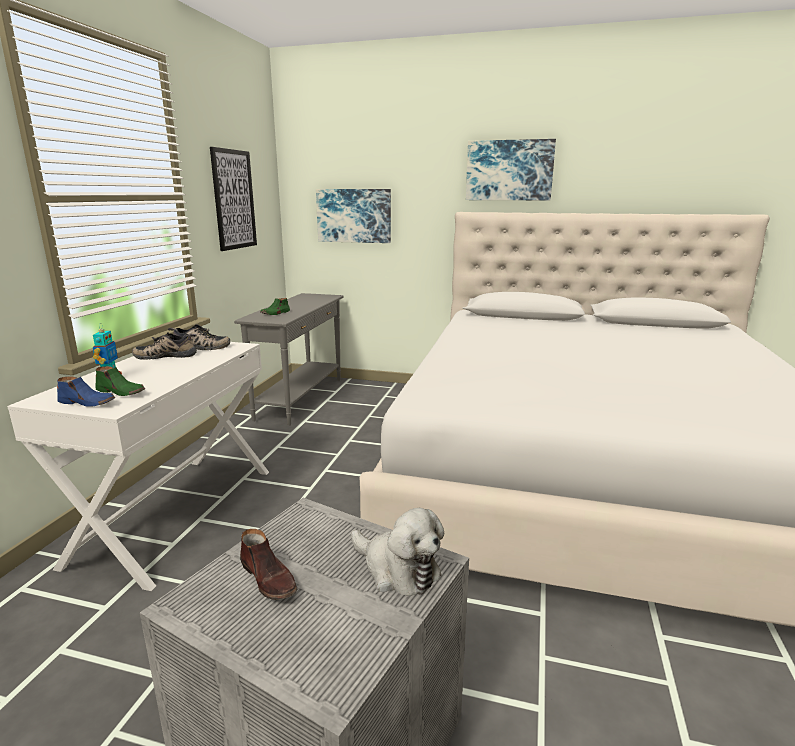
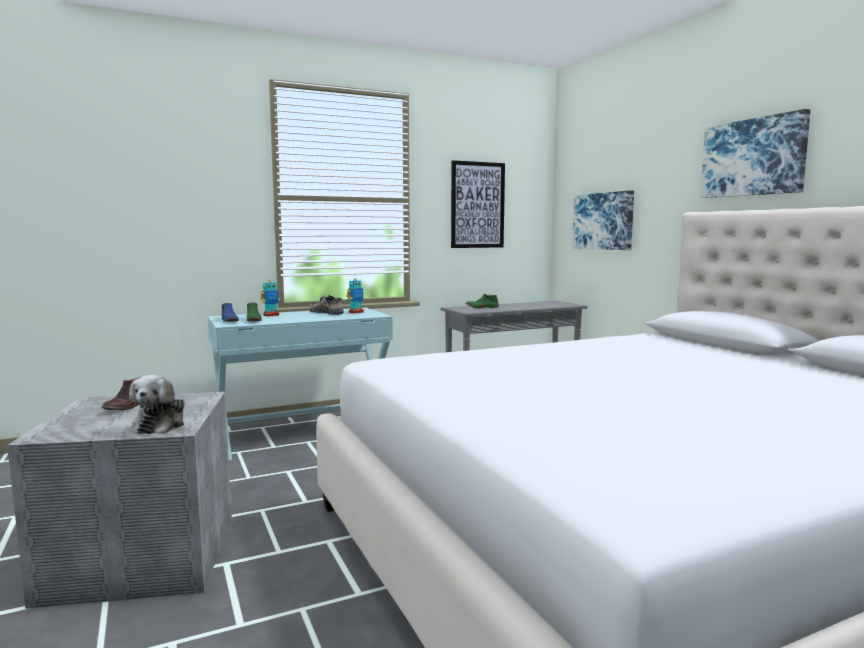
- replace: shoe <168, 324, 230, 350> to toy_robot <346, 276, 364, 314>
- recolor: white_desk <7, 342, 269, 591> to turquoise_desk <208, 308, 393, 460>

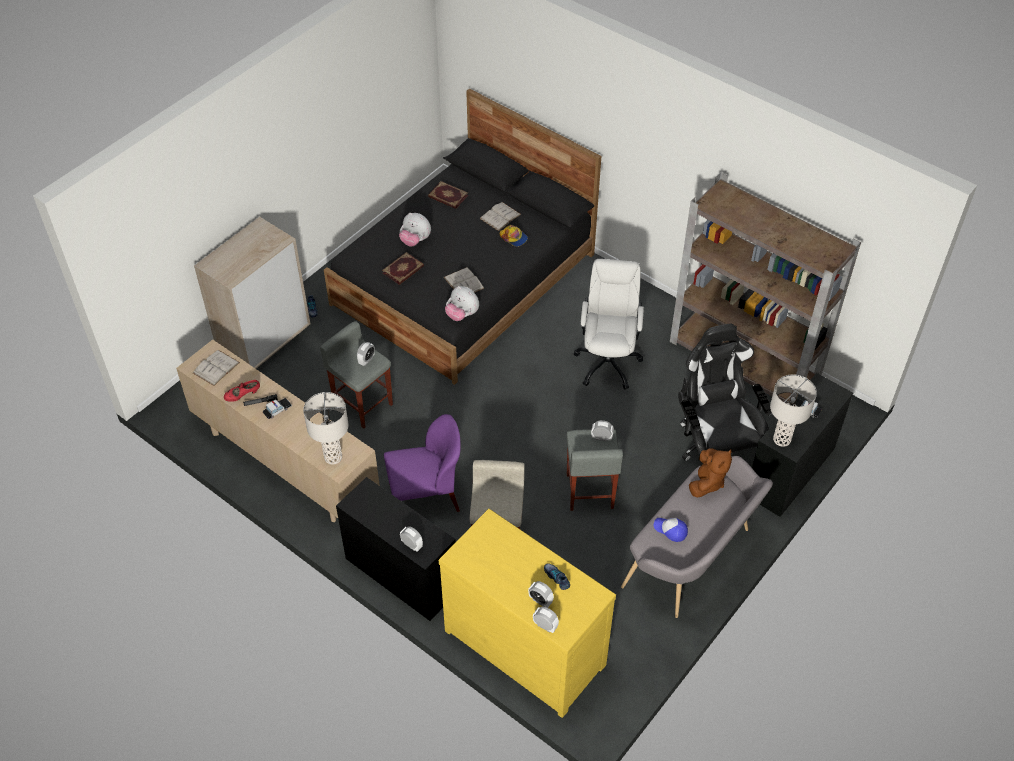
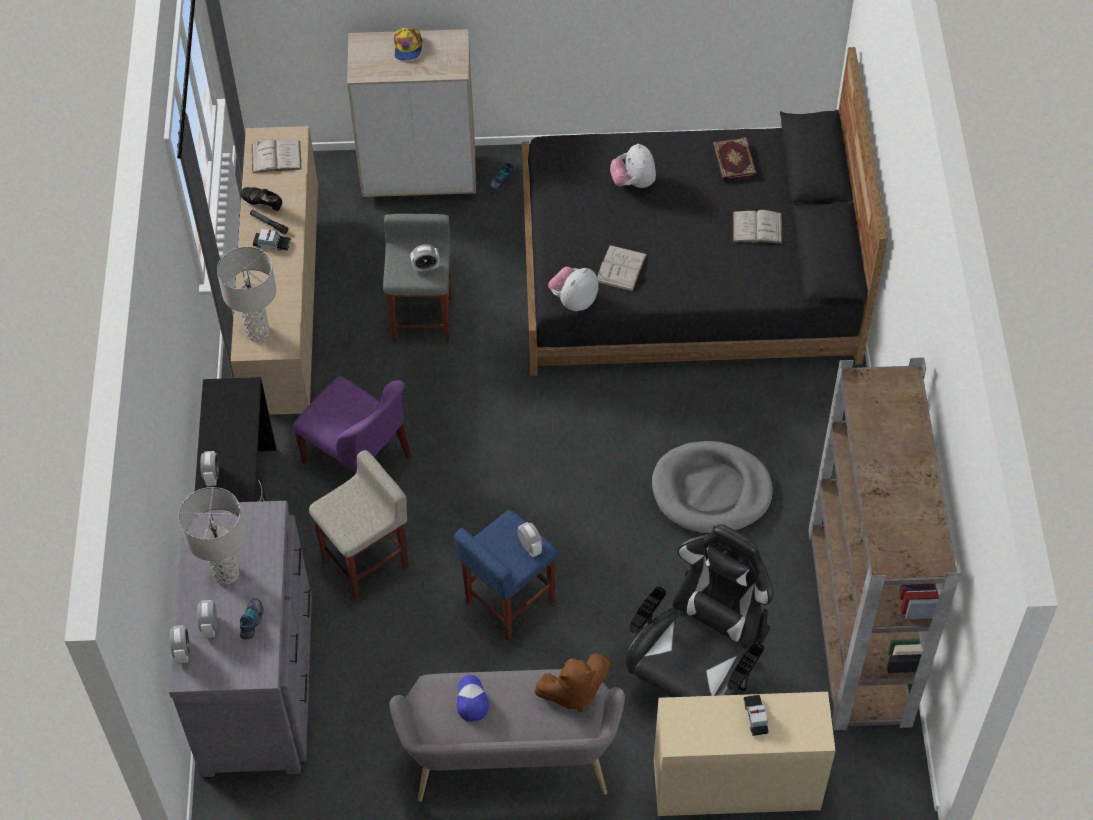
- delete: book <382, 252, 424, 285>
- move: cap <500, 225, 528, 247> to <394, 28, 423, 60>
- move: white_table_lamp <770, 375, 817, 447> to <179, 487, 246, 585>
- replace: white_office_chair <573, 259, 644, 390> to grey_dog_bed <652, 441, 773, 534>
- recolor: red_shoe <224, 380, 260, 402> to black_shoe <241, 187, 282, 211>
- recolor: yellow_dresser <439, 509, 616, 718> to grey_dresser <169, 501, 312, 777>
- recolor: grey_stool <567, 429, 623, 511> to blue_stool <454, 510, 558, 641>
- recolor: black_desk <752, 373, 853, 517> to beige_desk <654, 692, 836, 816>
- rotate: plush_toy <445, 286, 479, 321> = <548, 267, 598, 311> 45 degrees clockwise

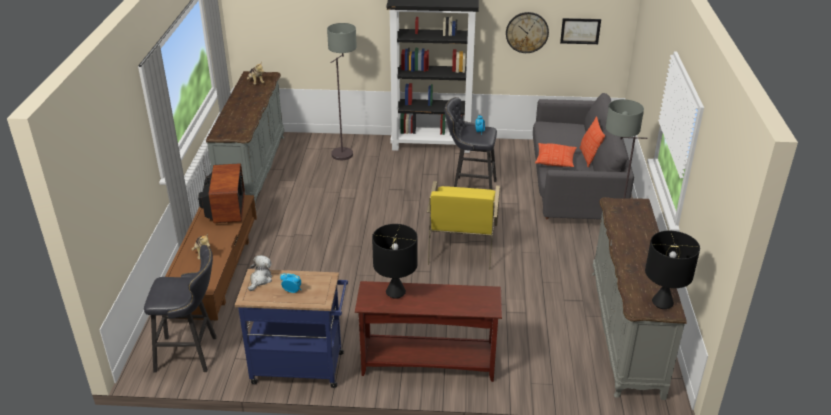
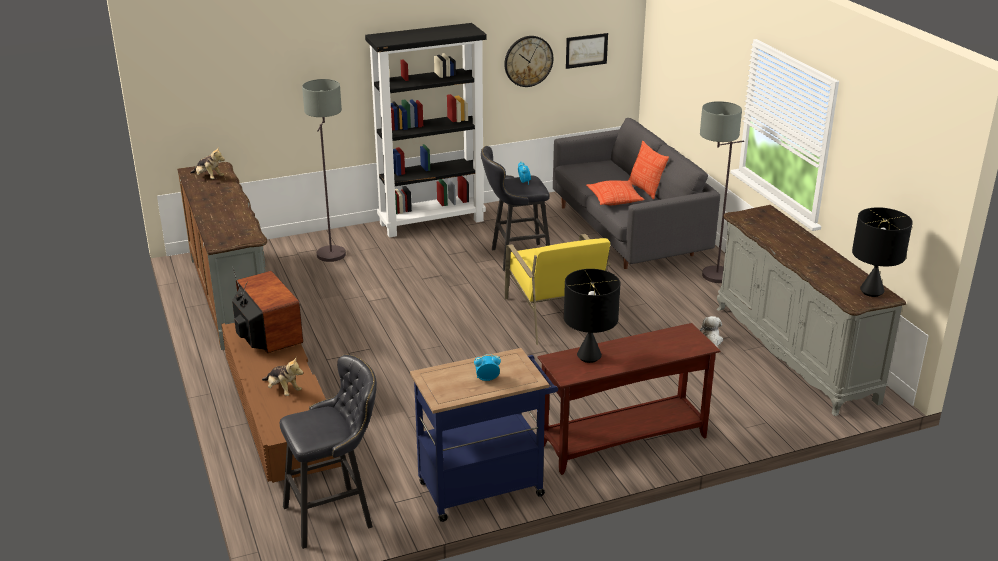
- move: plush_toy <248, 255, 272, 291> to <700, 316, 723, 347>

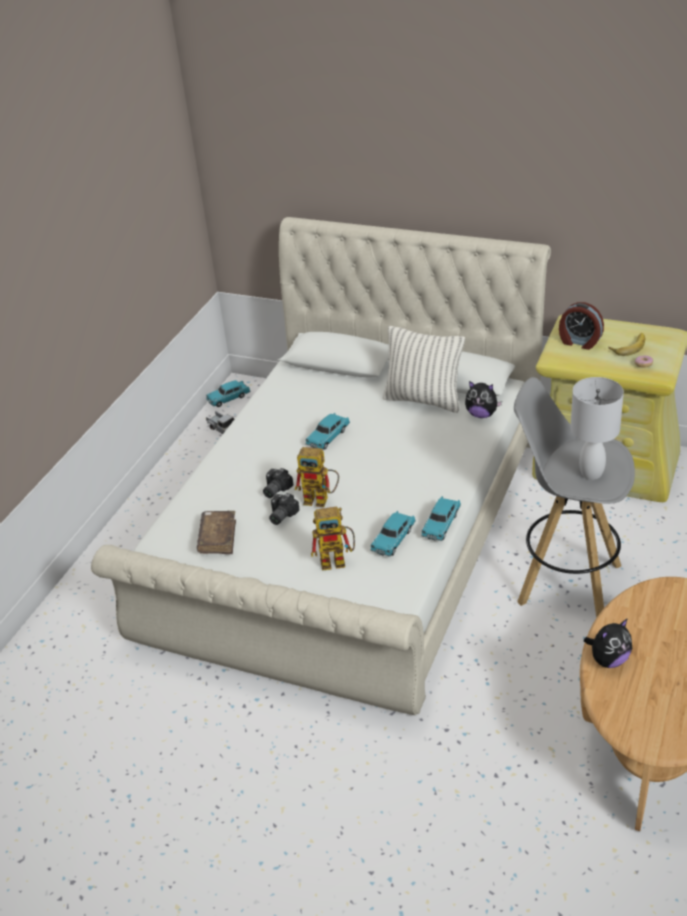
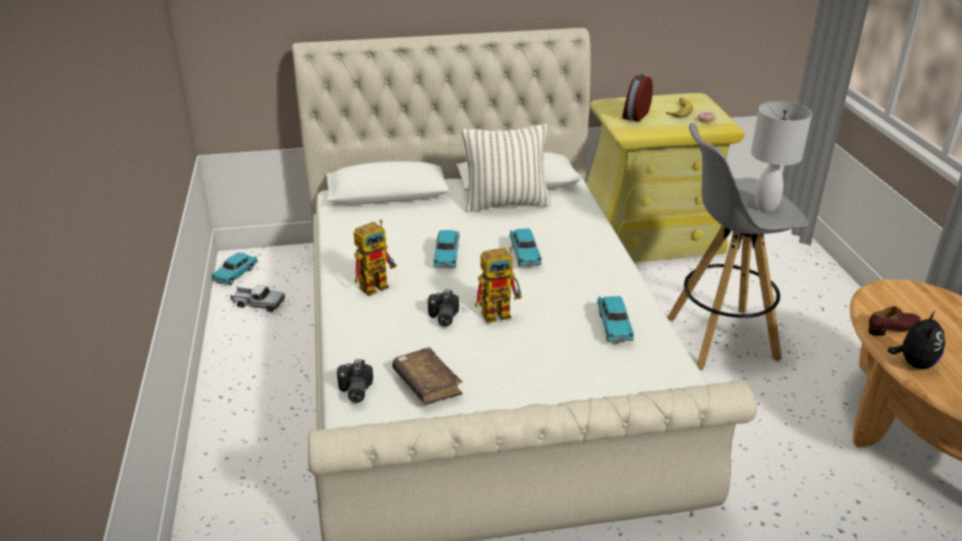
- delete: plush_toy <465, 381, 502, 418>
- insert: brown_shoe <868, 306, 921, 336>
- move: photo_camera <269, 493, 300, 525> to <337, 359, 373, 403>
- move: toy_robot <311, 507, 355, 571> to <354, 220, 397, 296>
- move: turquoise_toy_car <421, 496, 461, 541> to <509, 229, 542, 267>
- rotate: alarm_clock <559, 302, 604, 350> = <622, 74, 653, 122> 120 degrees clockwise

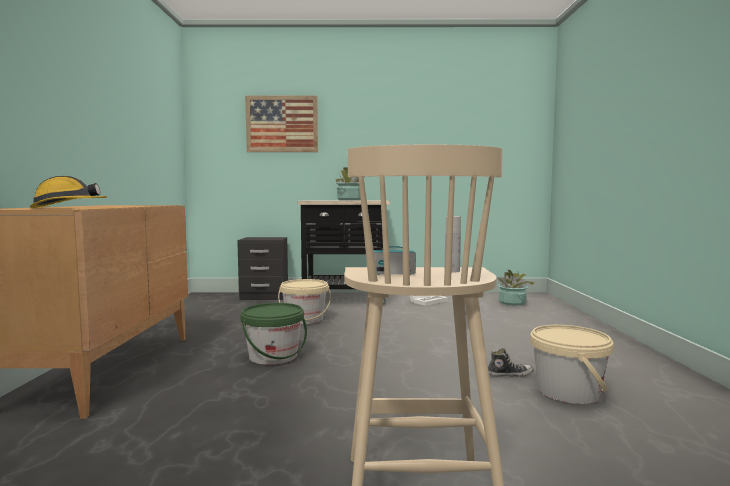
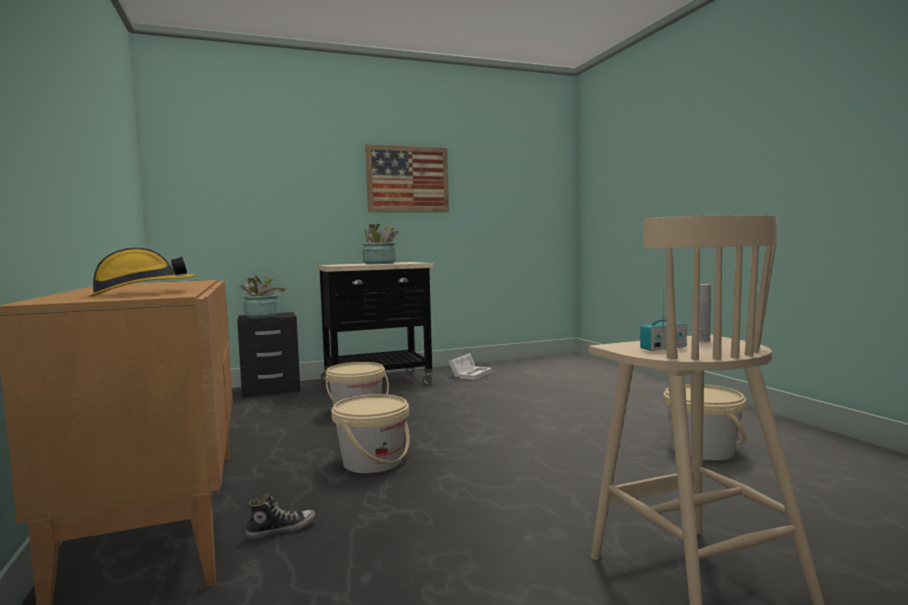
- move: picture <245, 95, 318, 152> to <365, 144, 449, 212>
- move: shoe <488, 348, 534, 377> to <246, 493, 316, 538>
- move: potted_plant <497, 269, 537, 305> to <239, 275, 289, 318>
- recolor: green_bucket <241, 303, 307, 365> to beige_bucket <331, 394, 410, 473>

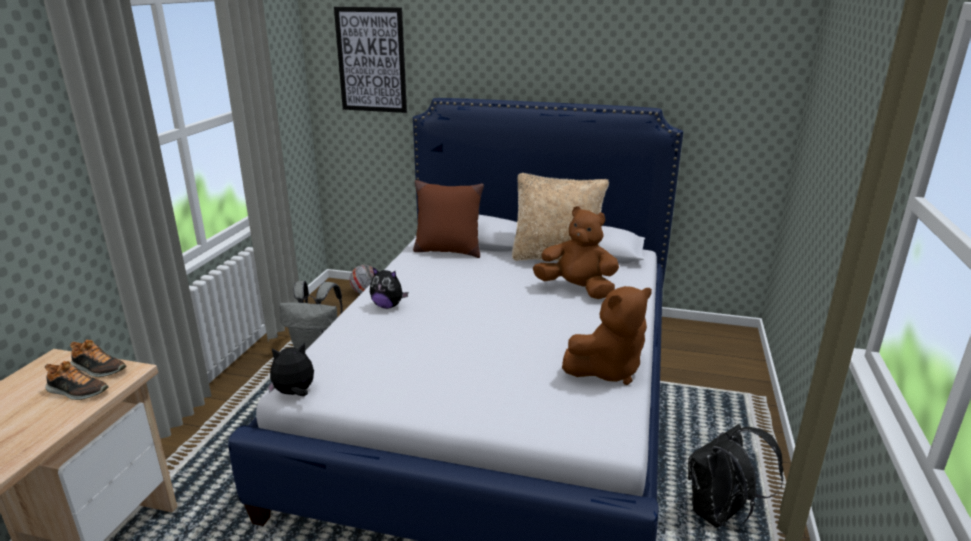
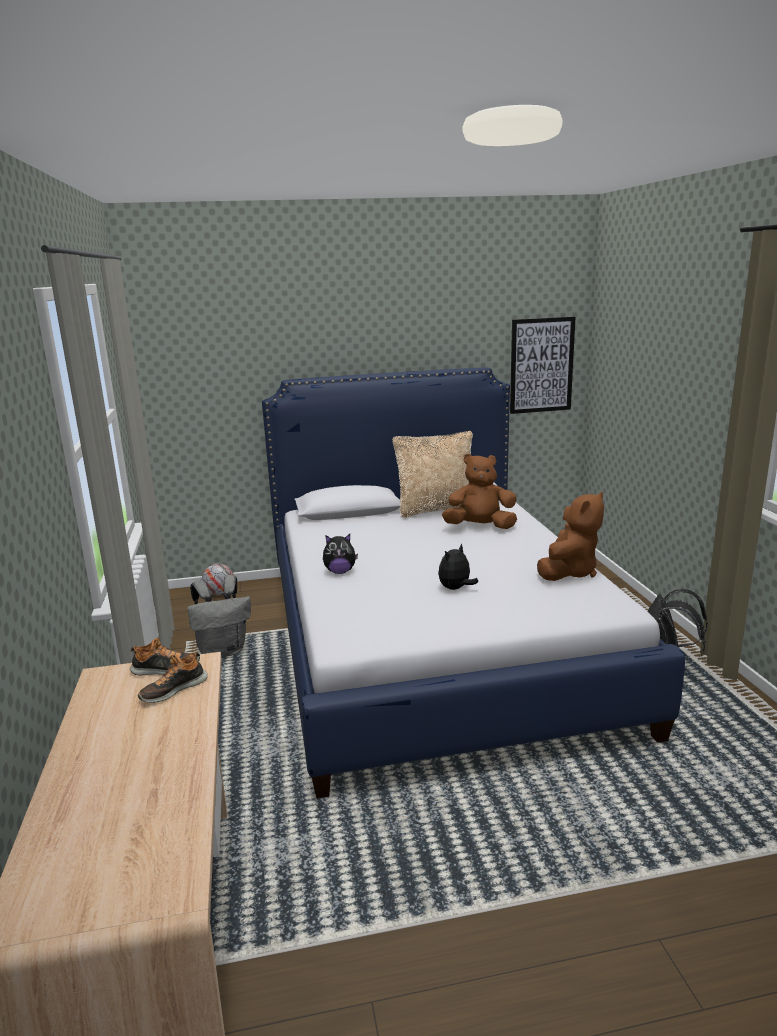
- delete: brown_pillow <413, 180, 484, 258>
- move: plush_toy <267, 343, 314, 396> to <438, 543, 478, 590>
- move: picture <334, 7, 407, 113> to <510, 317, 576, 414>
- rotate: shoe <45, 361, 109, 400> = <138, 652, 208, 703> 150 degrees clockwise

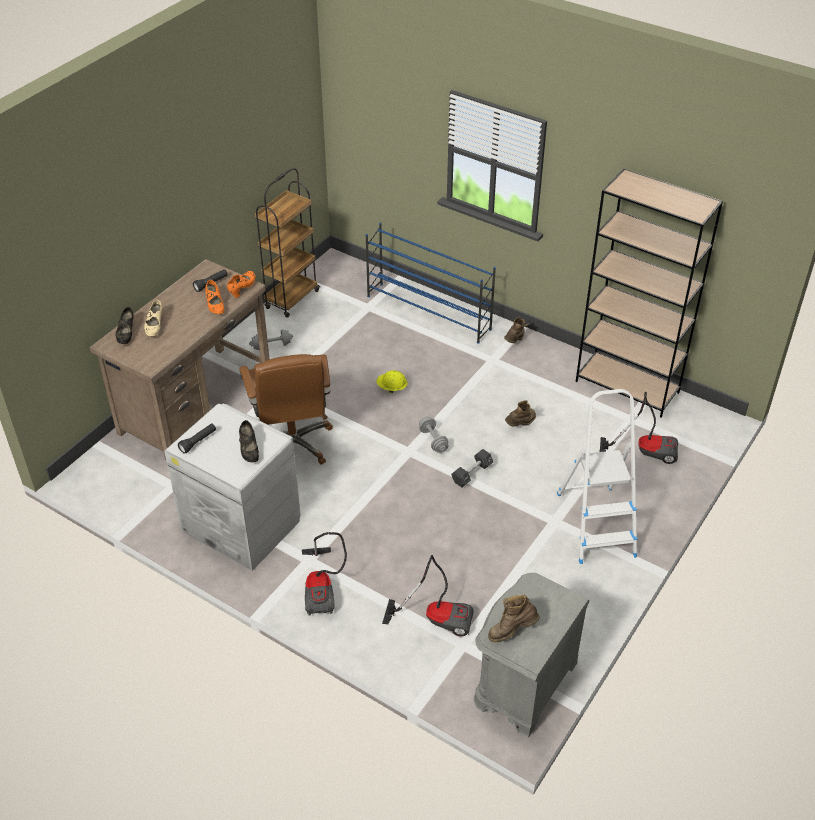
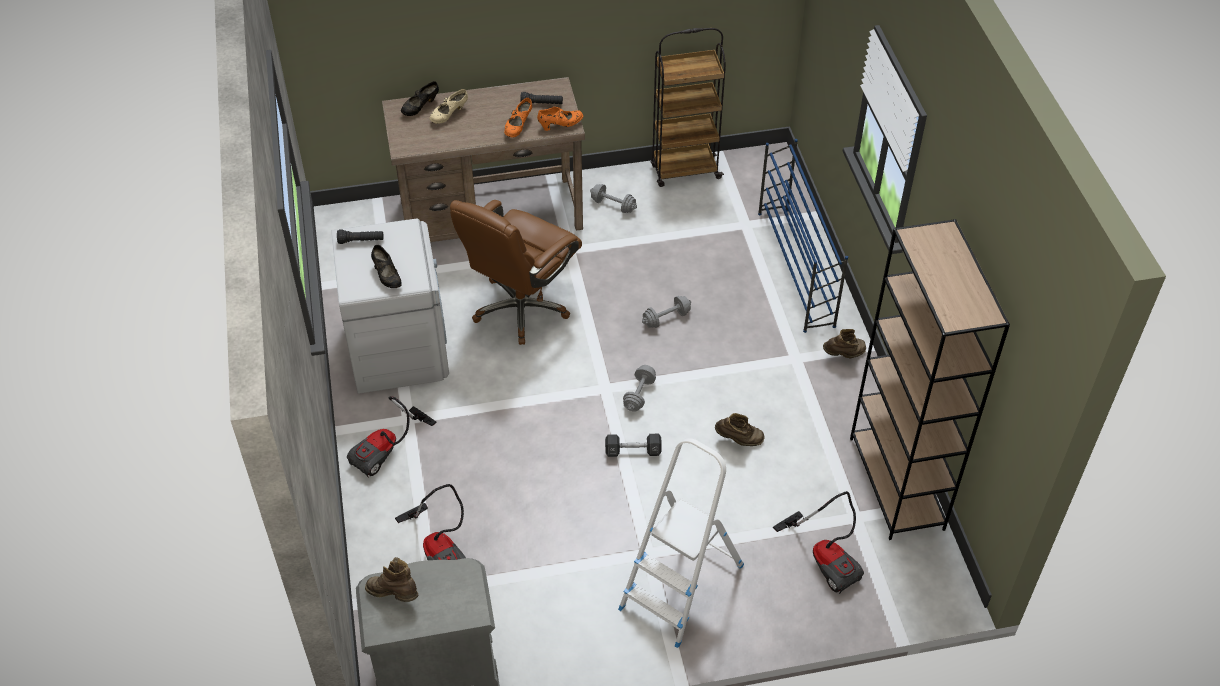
- replace: yellow_hard_hat <376, 370, 408, 393> to grey_dumbbell <642, 296, 691, 328>
- rotate: black_shoe <239, 420, 259, 462> = <371, 245, 402, 288> 60 degrees counterclockwise

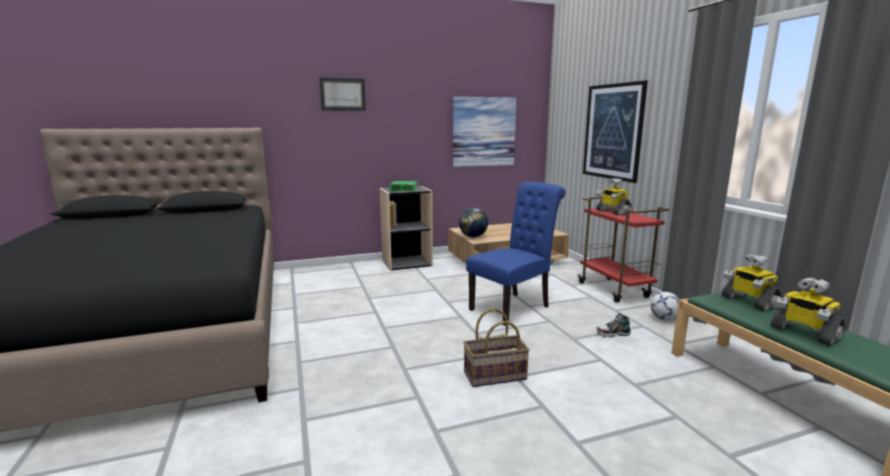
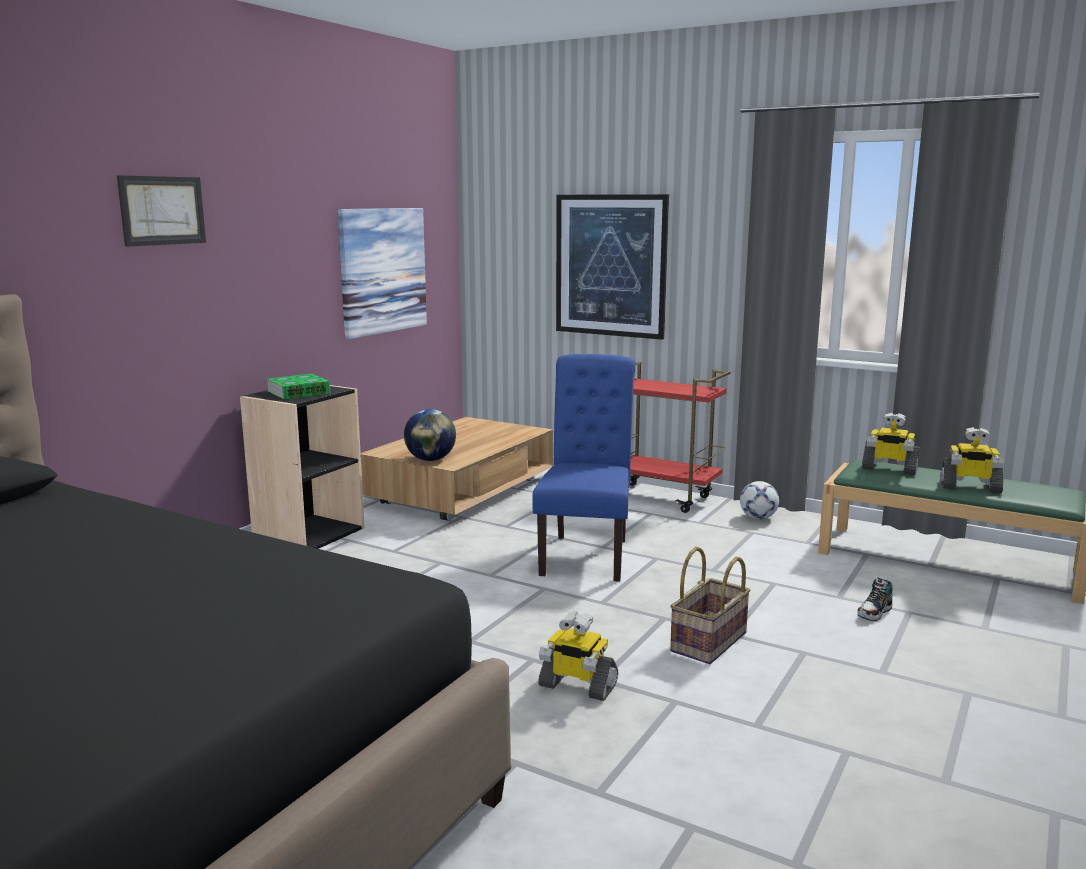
- move: toy_robot <596, 178, 633, 215> to <538, 611, 618, 701>
- move: shoe <596, 313, 631, 337> to <857, 577, 893, 621>

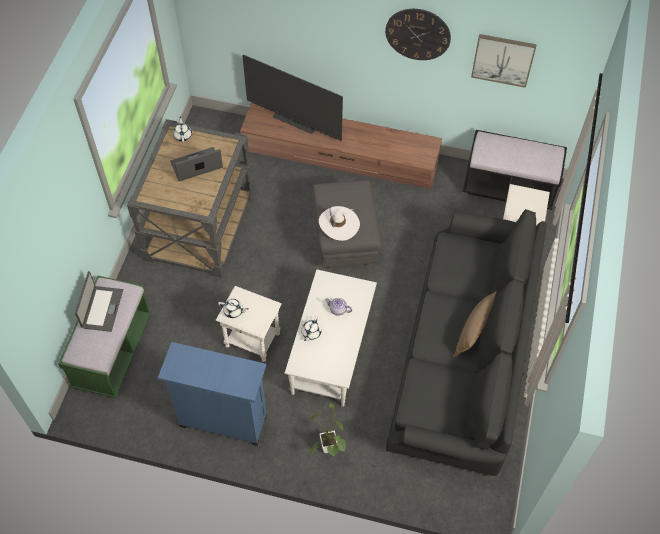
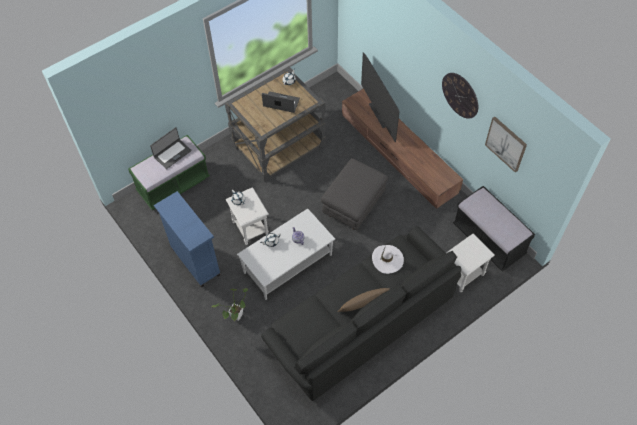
- move: white_hat <319, 206, 360, 241> to <372, 245, 404, 274>

